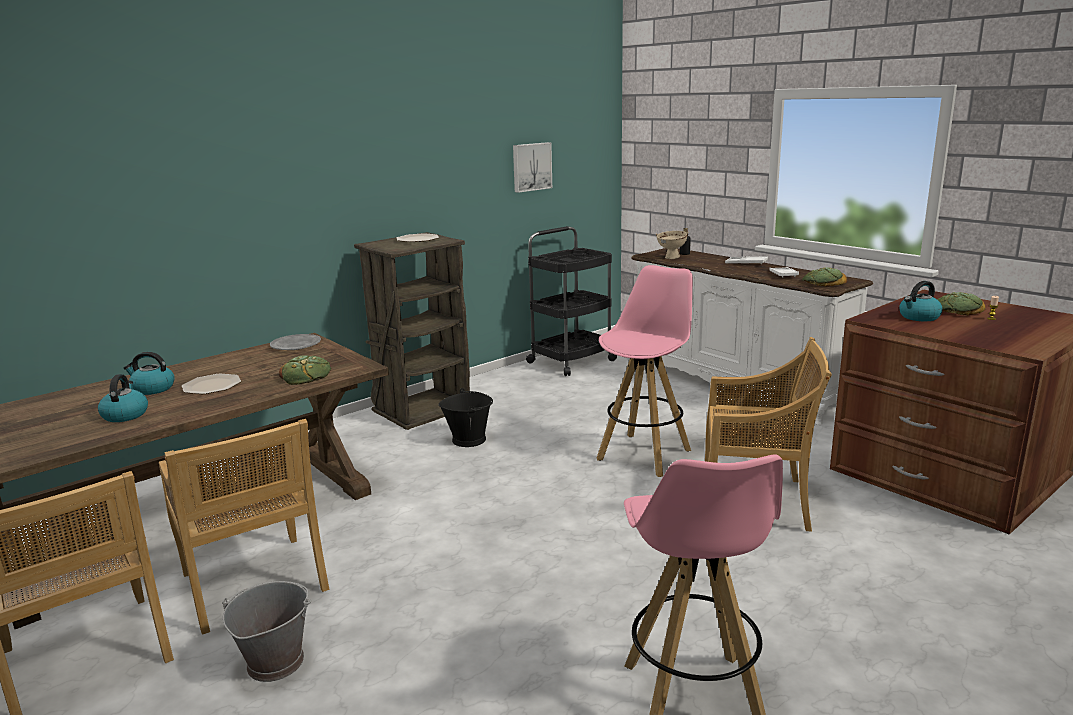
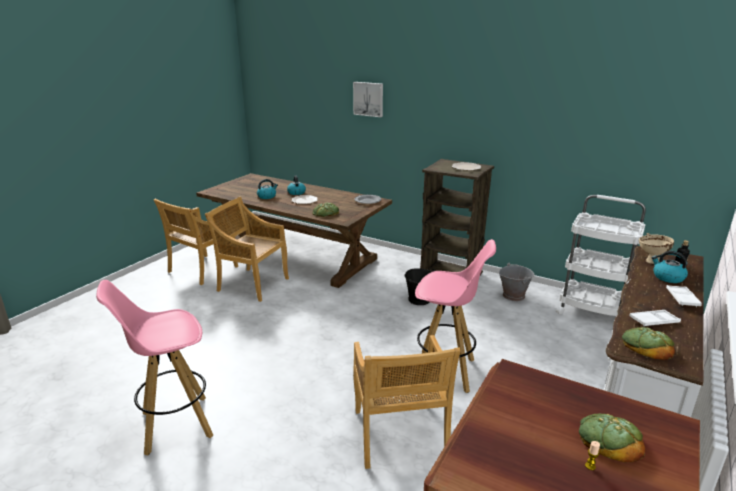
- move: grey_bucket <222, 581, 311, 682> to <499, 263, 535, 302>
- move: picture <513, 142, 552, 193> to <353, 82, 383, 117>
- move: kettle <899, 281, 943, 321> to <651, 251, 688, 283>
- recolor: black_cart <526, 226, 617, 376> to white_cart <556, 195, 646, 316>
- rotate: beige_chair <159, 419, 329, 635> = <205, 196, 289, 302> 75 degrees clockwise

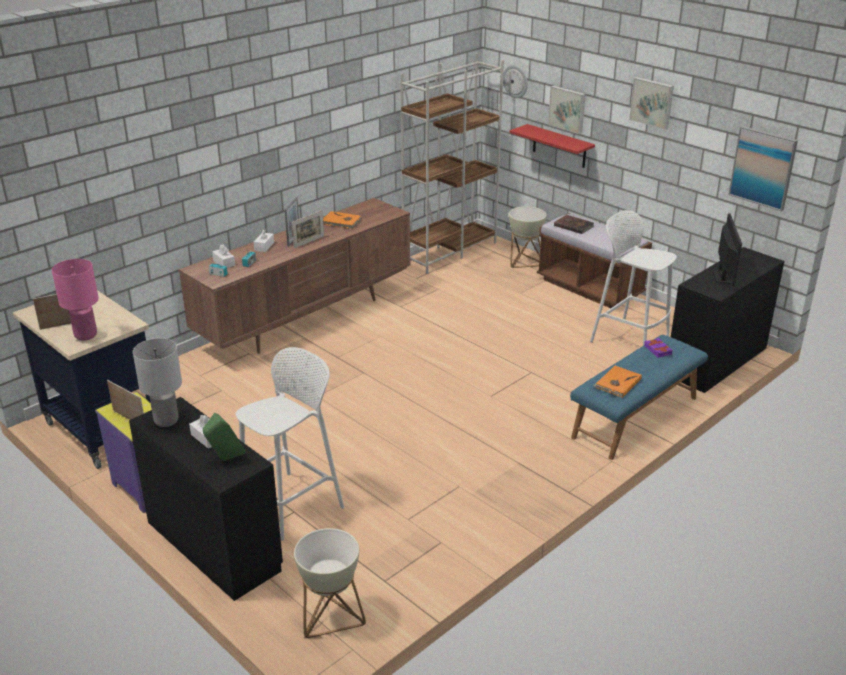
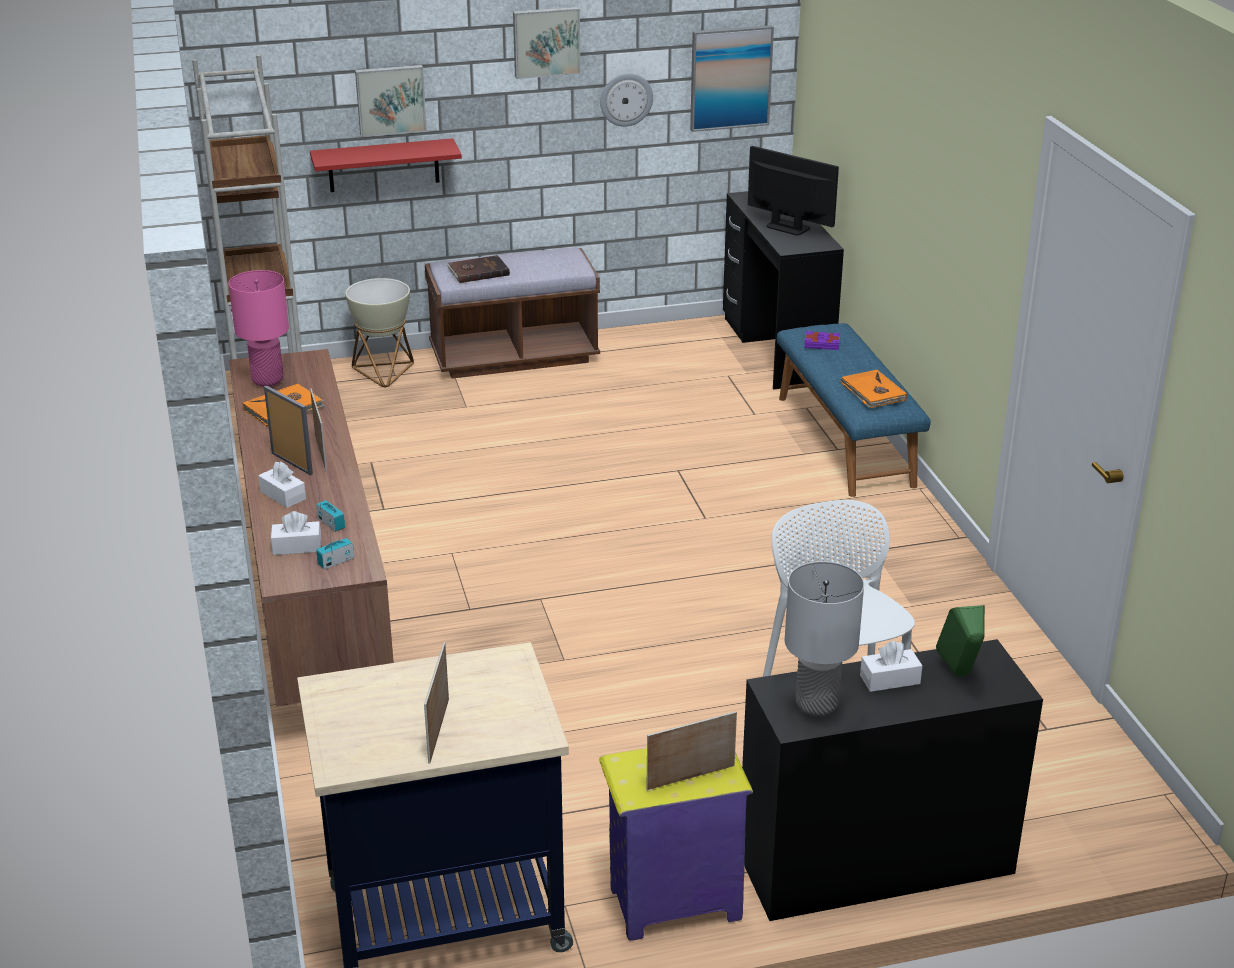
- delete: planter <294, 528, 366, 638>
- delete: white_stool <590, 210, 677, 346>
- move: pink_table_lamp <52, 259, 99, 341> to <229, 270, 289, 387>
- move: wall_clock <503, 65, 528, 98> to <600, 73, 653, 127>

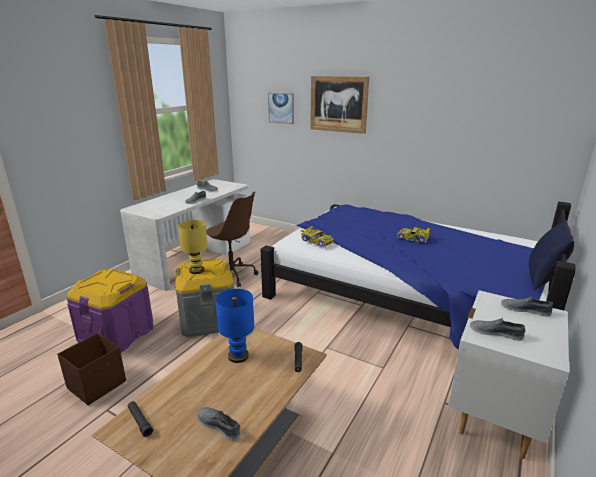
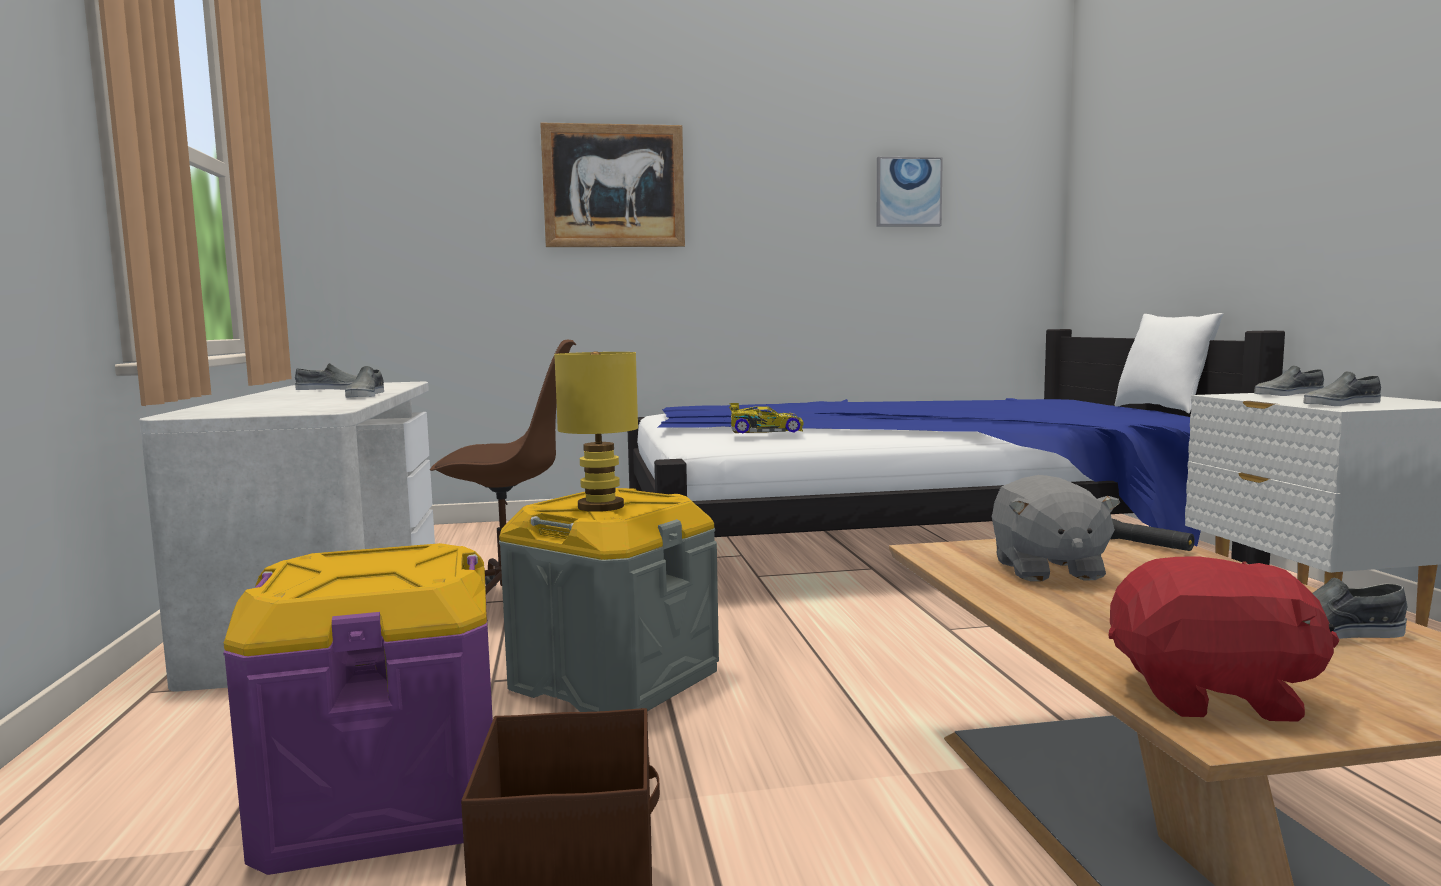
- delete: toy_car <397, 227, 431, 243>
- move: picture <268, 93, 294, 124> to <876, 157, 943, 227>
- replace: black_flashlight <128, 401, 153, 437> to red_plush_toy <1108, 557, 1339, 722>
- replace: blue_table_lamp <216, 289, 255, 363> to grey_plush_toy <992, 475, 1121, 582>
- recolor: blue_pillow <529, 220, 574, 290> to white_pillow <1115, 313, 1223, 414>

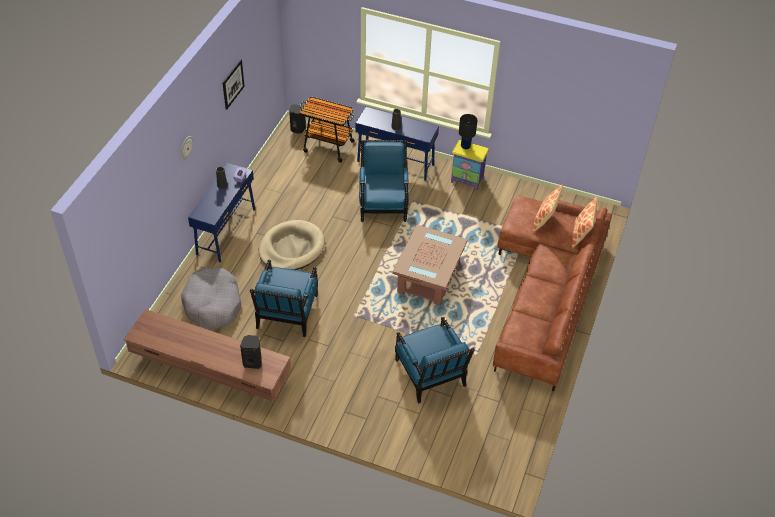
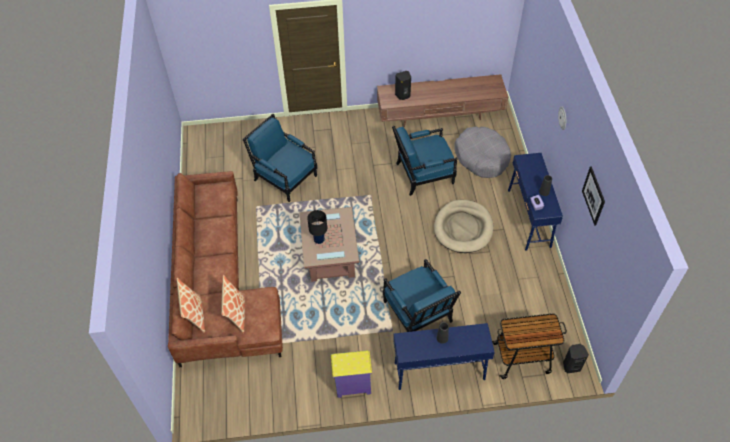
- move: black_table_lamp <459, 114, 477, 149> to <307, 210, 327, 244>
- rotate: blue_armchair <250, 260, 318, 337> = <392, 126, 458, 196> 90 degrees counterclockwise

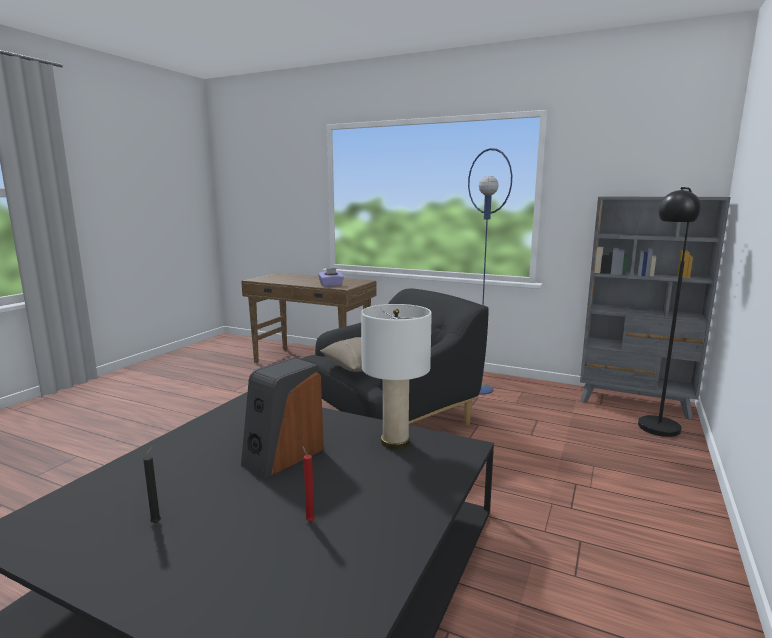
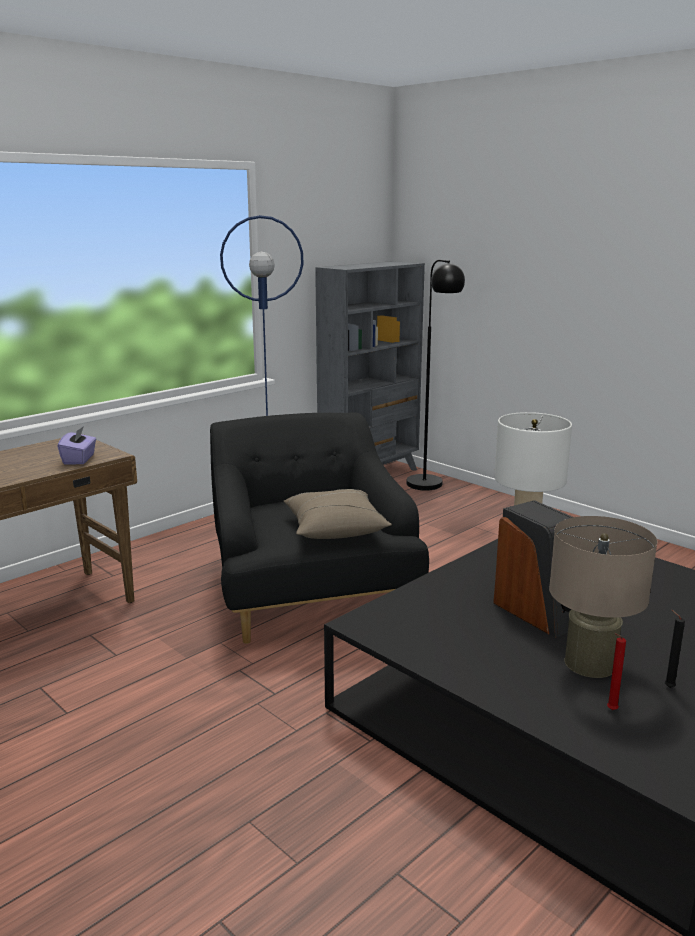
- insert: beige_table_lamp <549, 516, 657, 678>
- move: red_candle <302, 446, 315, 522> to <607, 633, 626, 710>

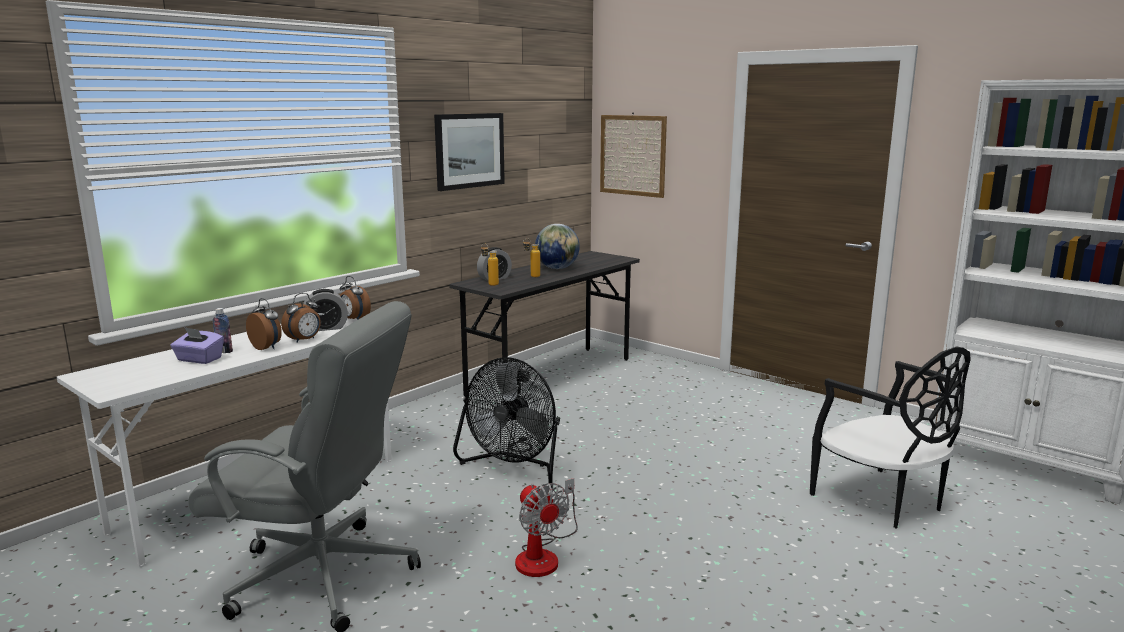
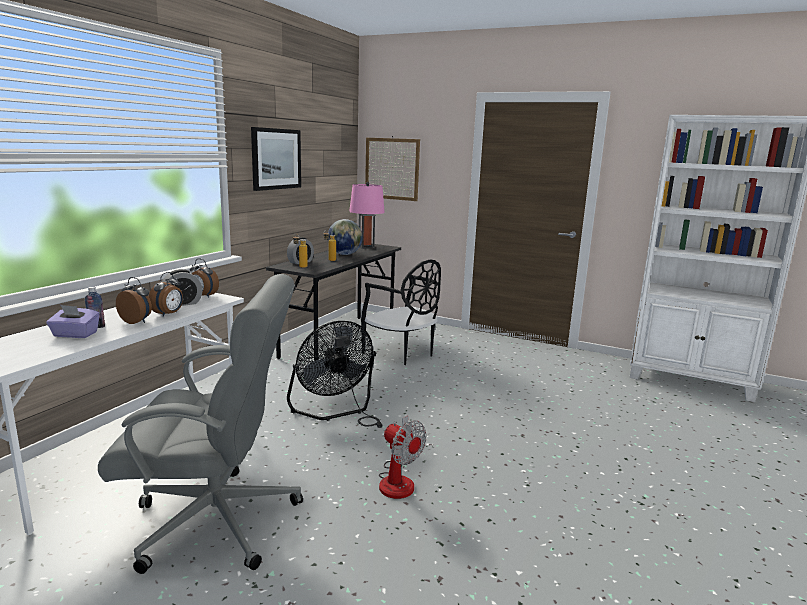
- insert: pink_table_lamp <349, 182, 385, 249>
- move: black_chair <810, 346, 971, 528> to <361, 259, 441, 365>
- rotate: black_fan <453, 357, 560, 489> = <287, 321, 382, 428> 135 degrees clockwise

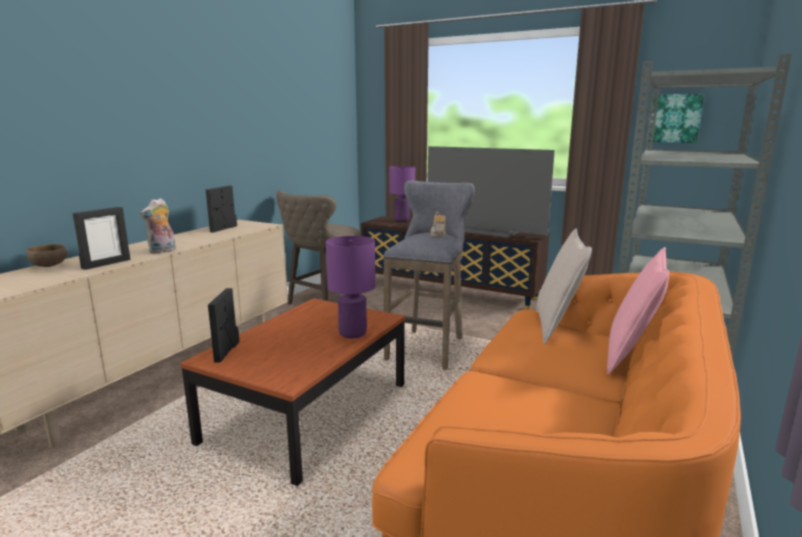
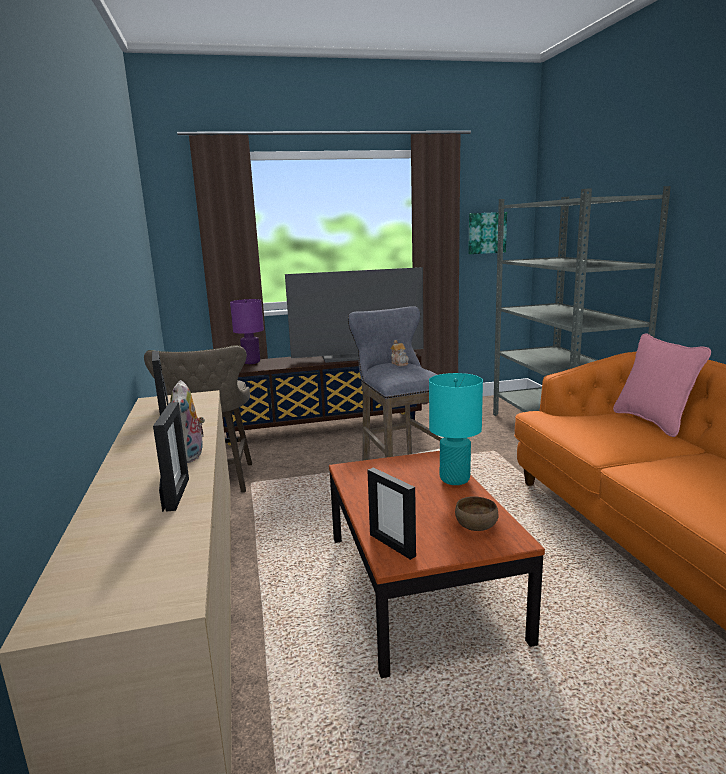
- delete: beige_pillow <536, 228, 592, 343>
- move: brown_bowl <27, 244, 67, 267> to <455, 496, 499, 531>
- recolor: purple_table_lamp <326, 236, 375, 339> to turquoise_table_lamp <429, 373, 483, 485>

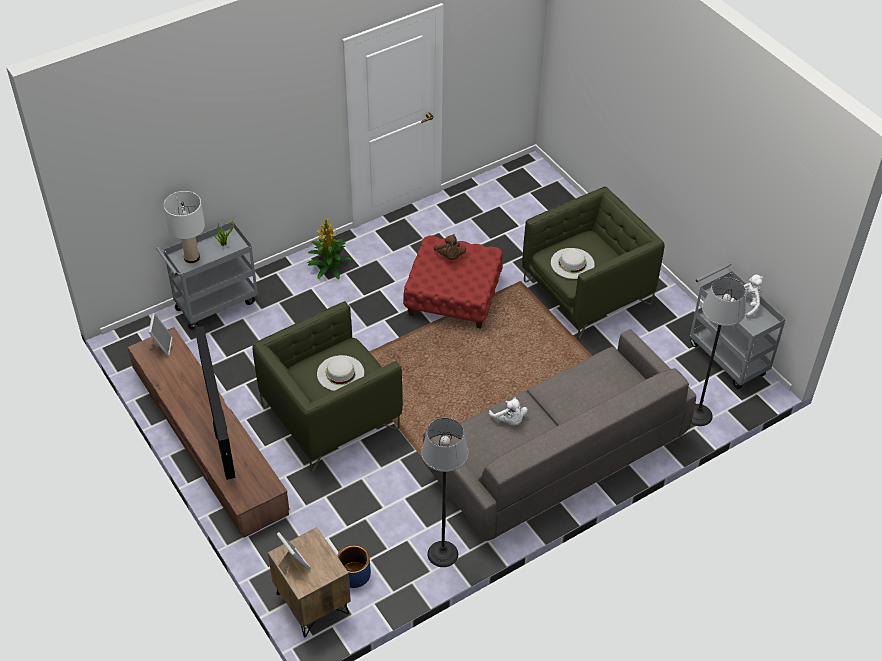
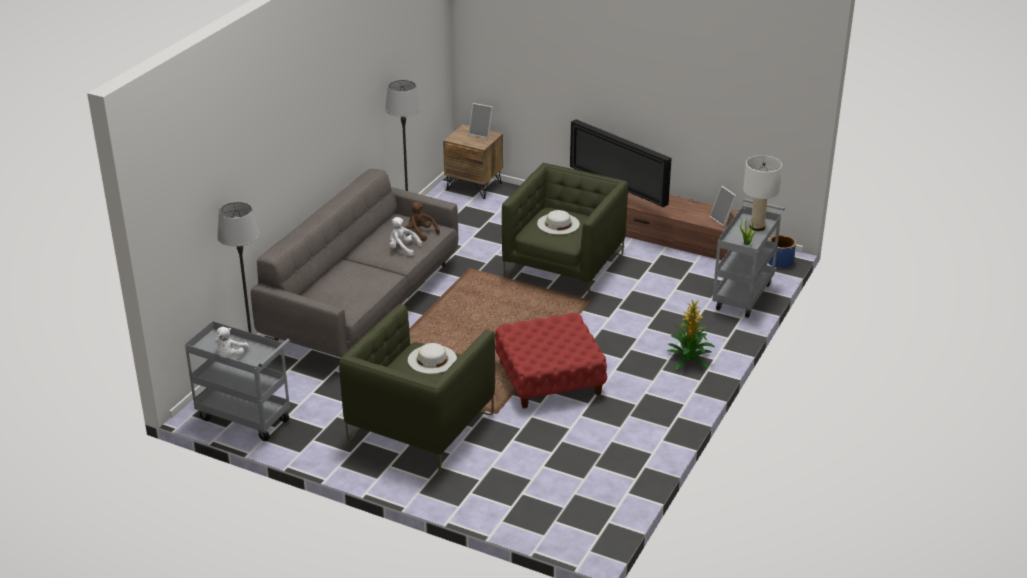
- move: blue_planter <337, 545, 371, 588> to <768, 235, 796, 268>
- move: brown_plush_toy <434, 234, 466, 260> to <406, 202, 440, 241>

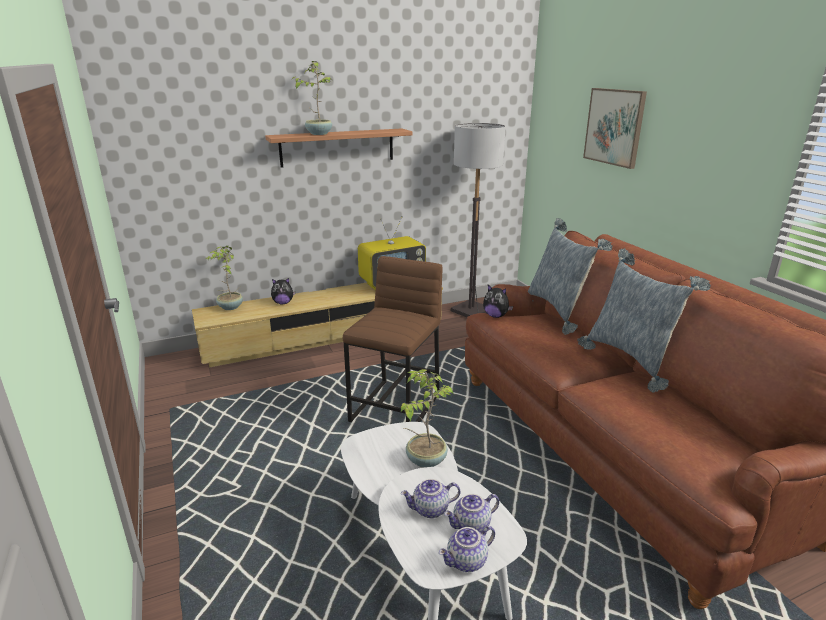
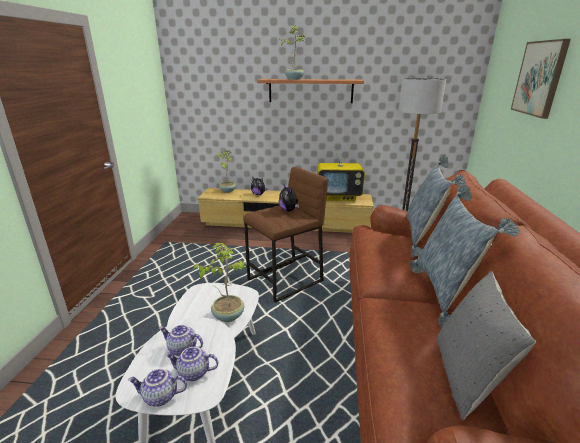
- insert: grey_pillow <438, 271, 536, 420>
- move: plush_toy <483, 285, 513, 318> to <279, 183, 299, 212>

